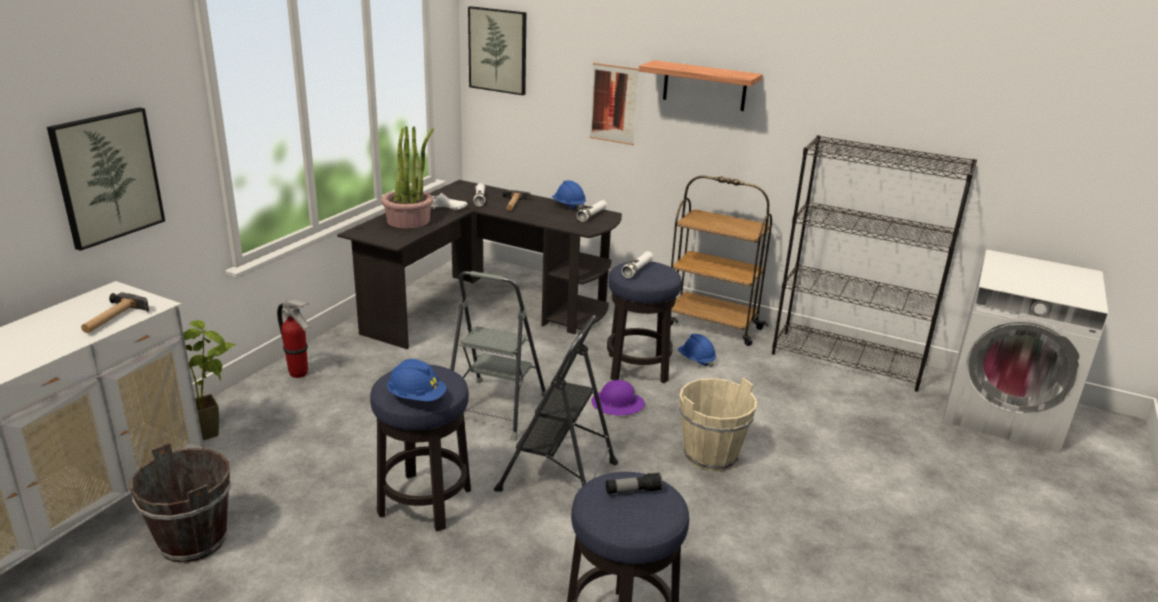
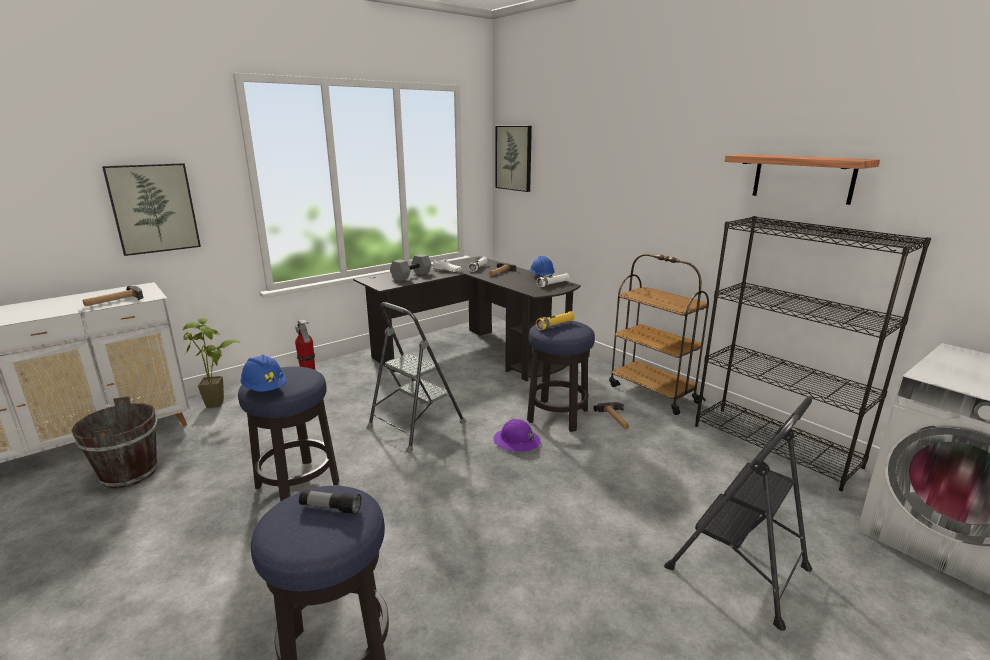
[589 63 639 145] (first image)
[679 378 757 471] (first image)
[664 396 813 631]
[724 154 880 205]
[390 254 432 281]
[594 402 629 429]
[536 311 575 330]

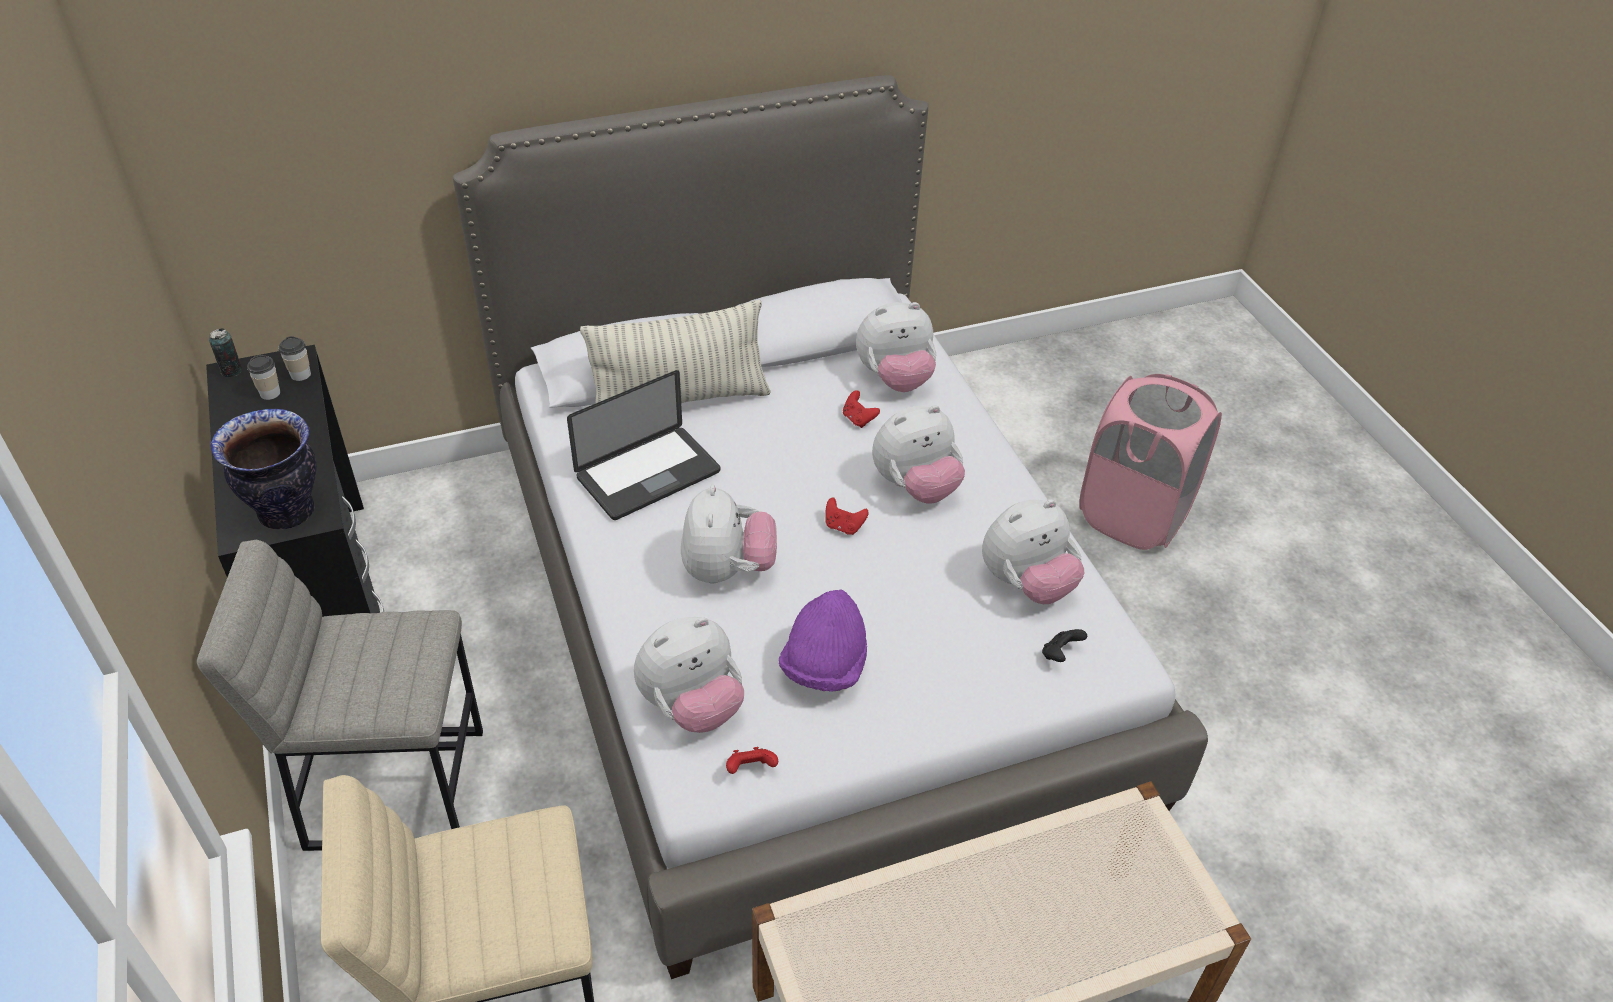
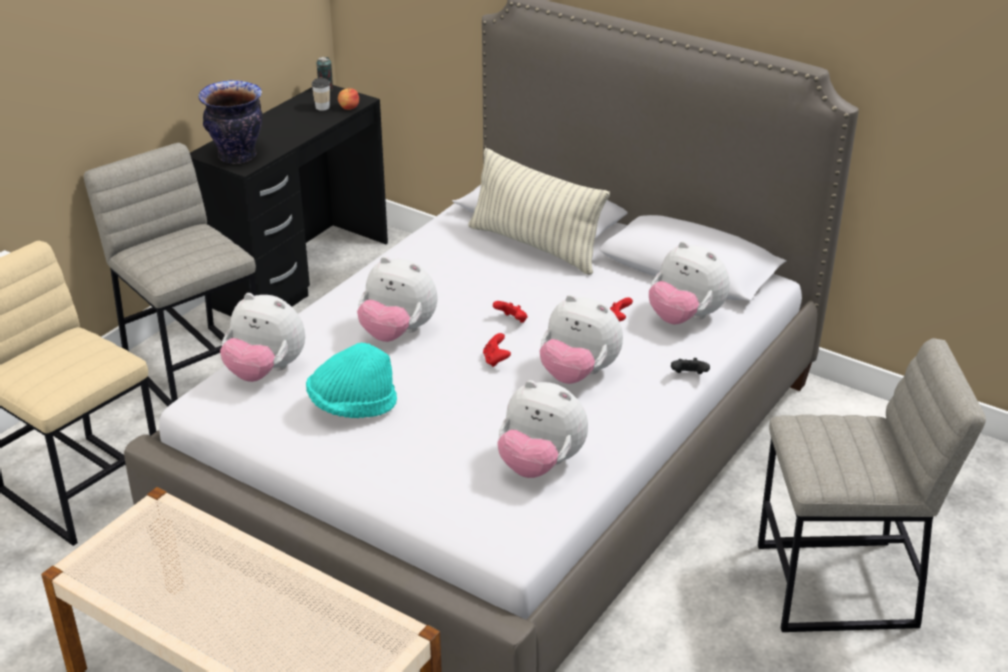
[567 370 721 520] (first image)
[493 301 528 323]
[671 358 710 374]
[338 88 359 110]
[758 338 986 632]
[306 343 397 418]
[357 256 437 342]

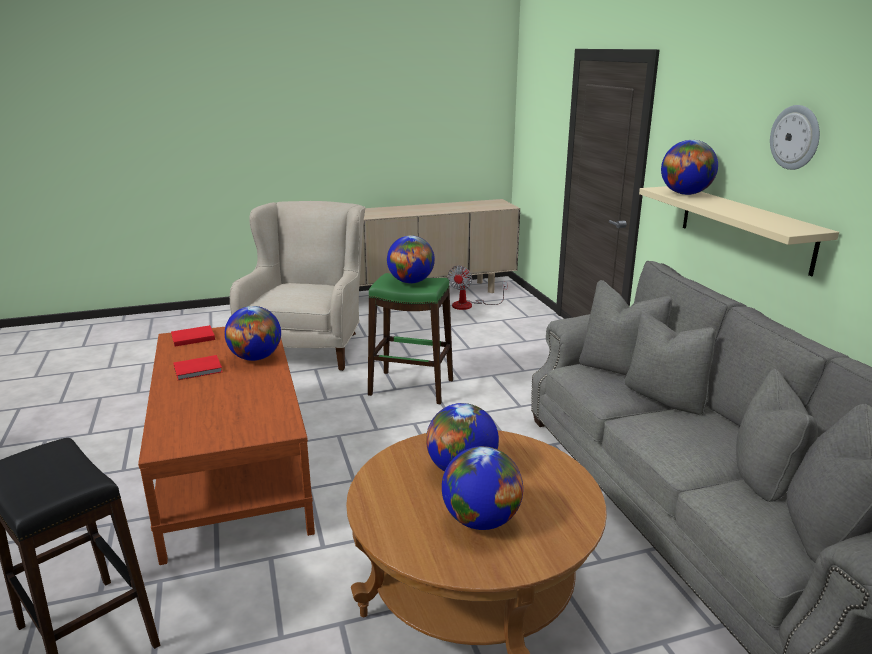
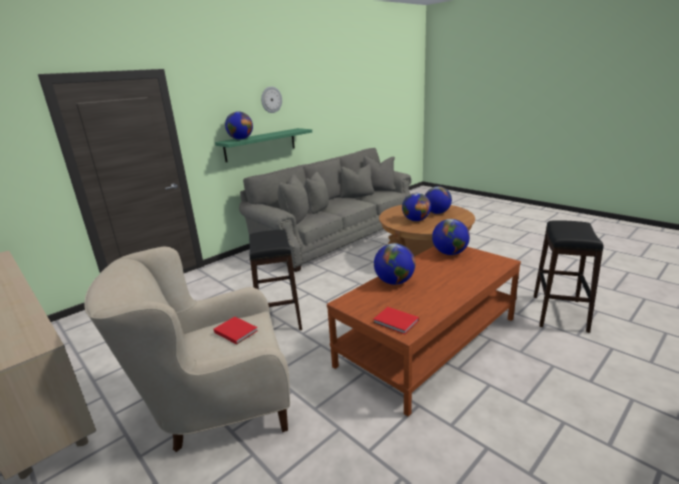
[448 265 508 310] (first image)
[214 317 258 345]
[432 219 470 255]
[249 230 302 330]
[215 128 312 162]

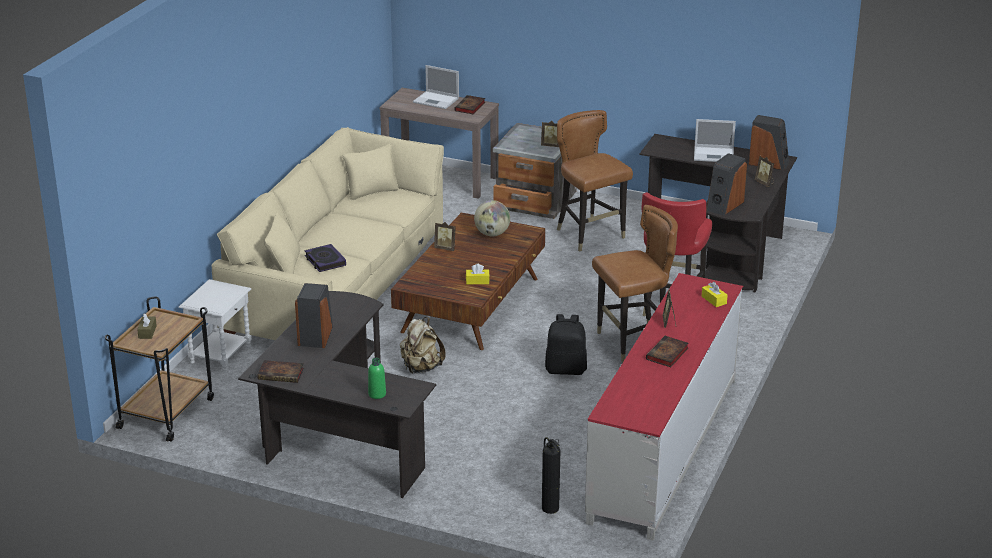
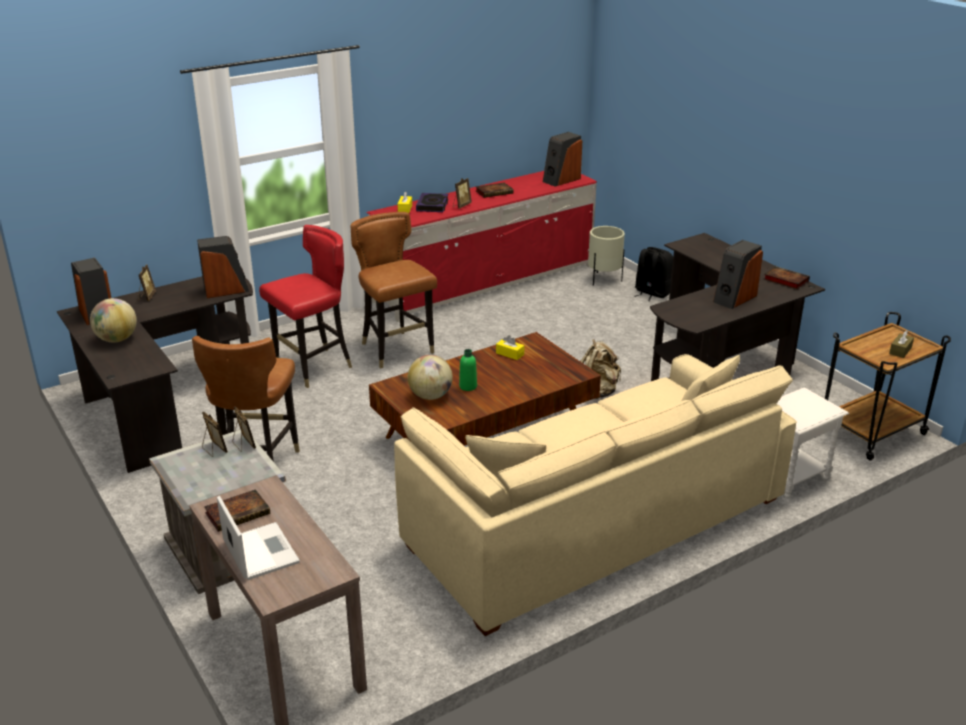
[543 132 582 187]
[416 193 449 212]
[459 349 477 391]
[233 407 256 452]
[634 247 673 301]
[588 226 625 286]
[90 298 137 342]
[350 212 437 368]

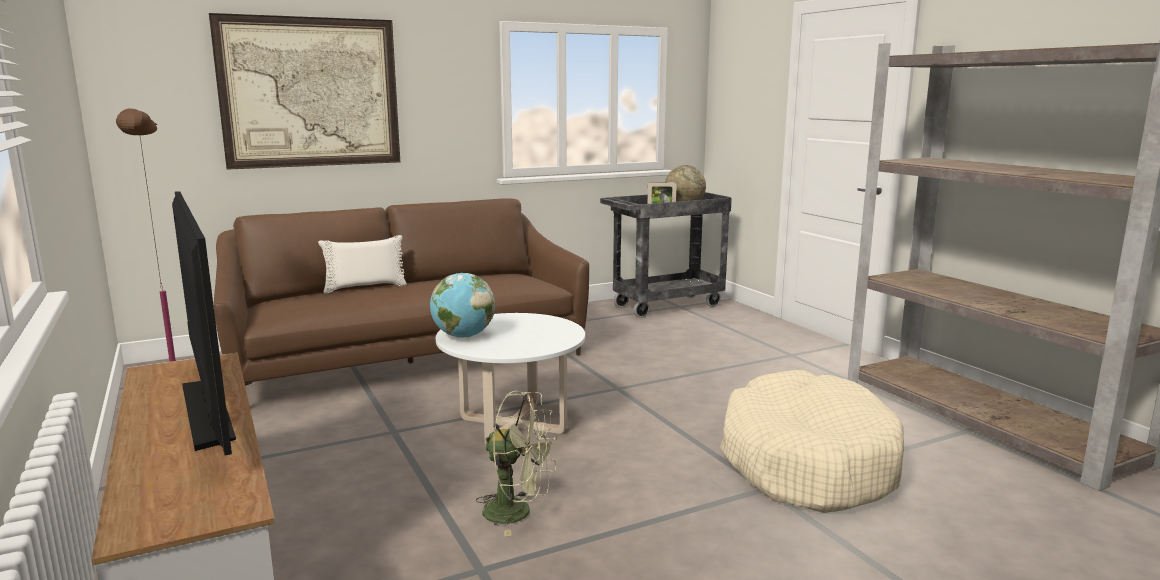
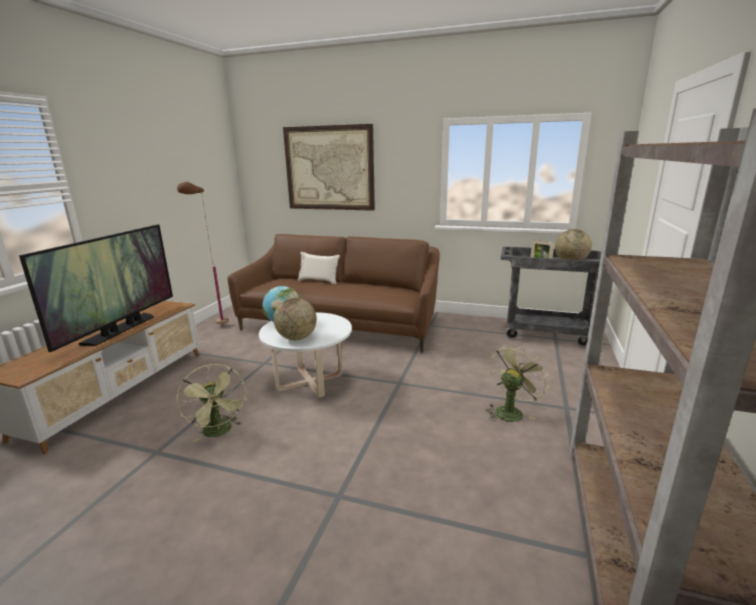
[720 370 904 513] (first image)
[274 298 317 340]
[486 345 549 422]

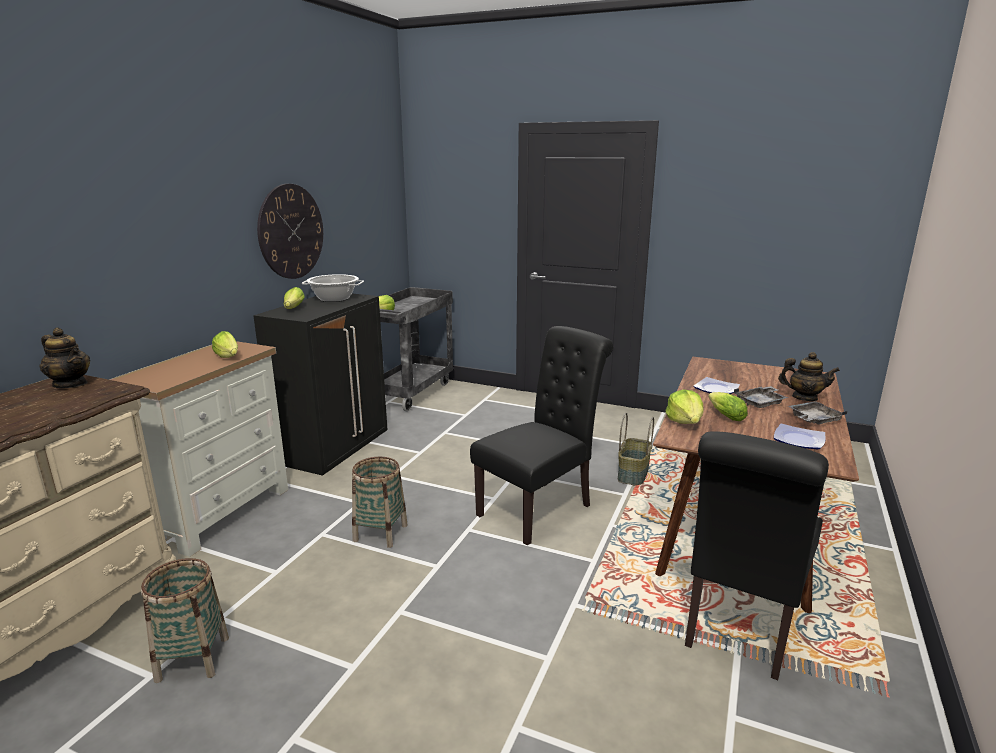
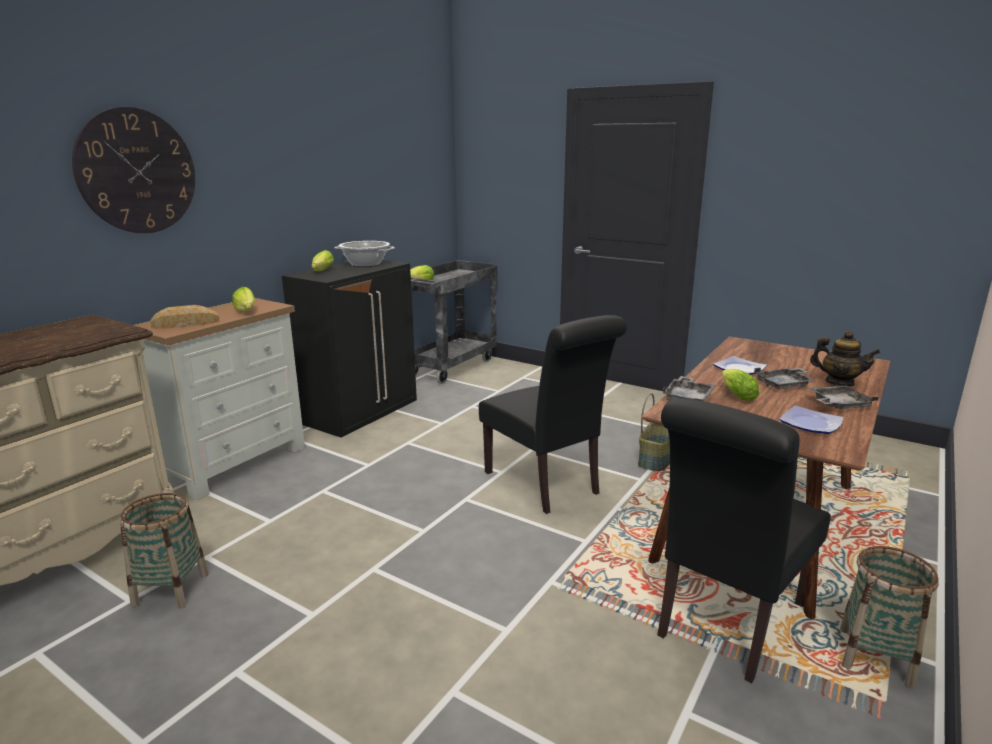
[40 328 90 388] (first image)
[150 305 220 329]
[72 107 195 233]
[840 546 939 688]
[663 376 715 401]
[479 315 627 514]

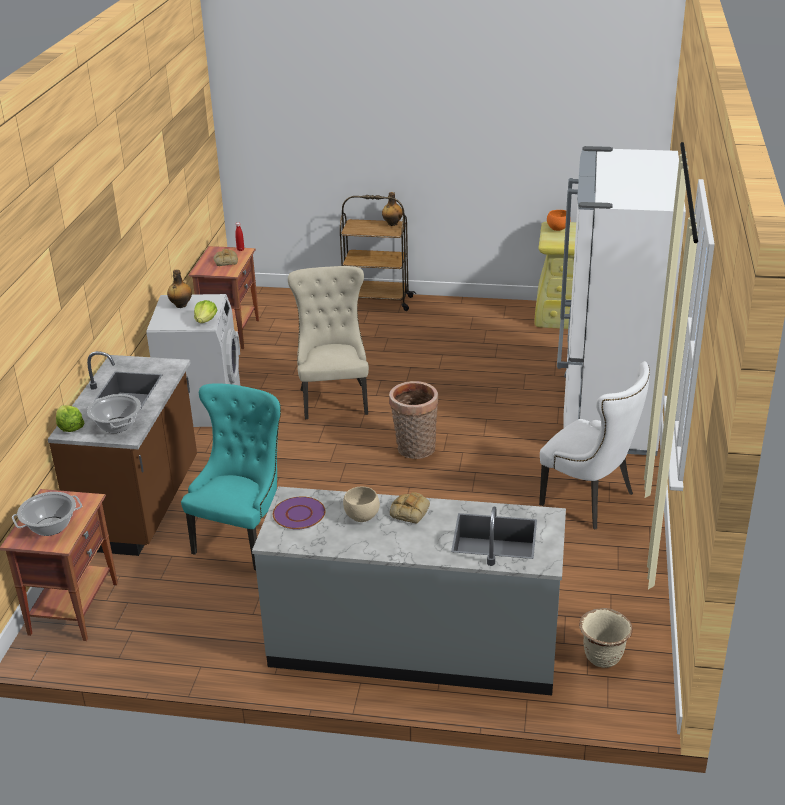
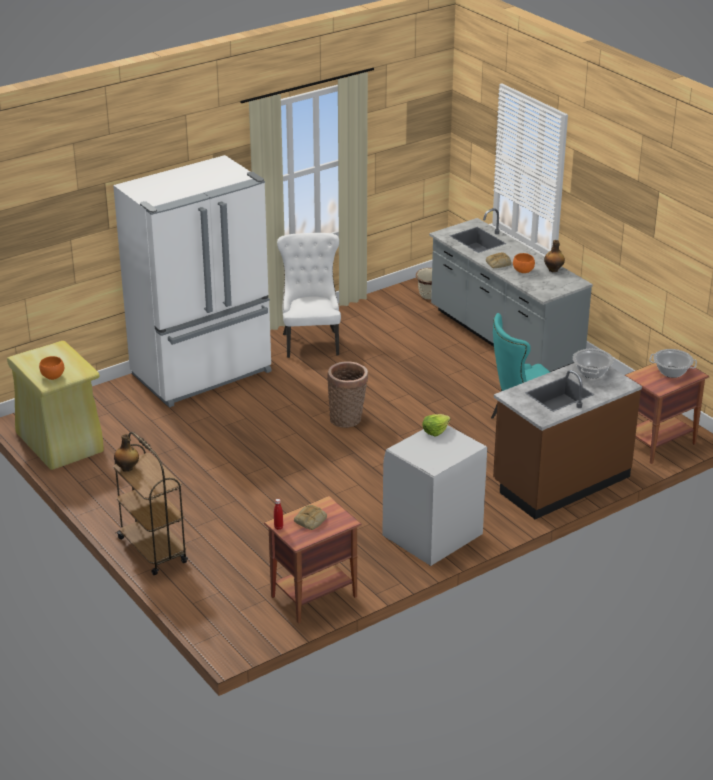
[56 405 84 432] (first image)
[273 496 325 530] (first image)
[288 266 369 419] (first image)
[544 240 565 272]
[513 253 535 273]

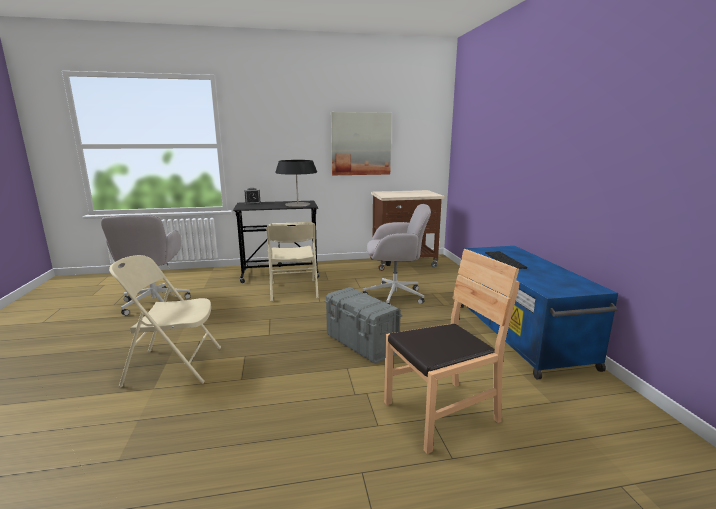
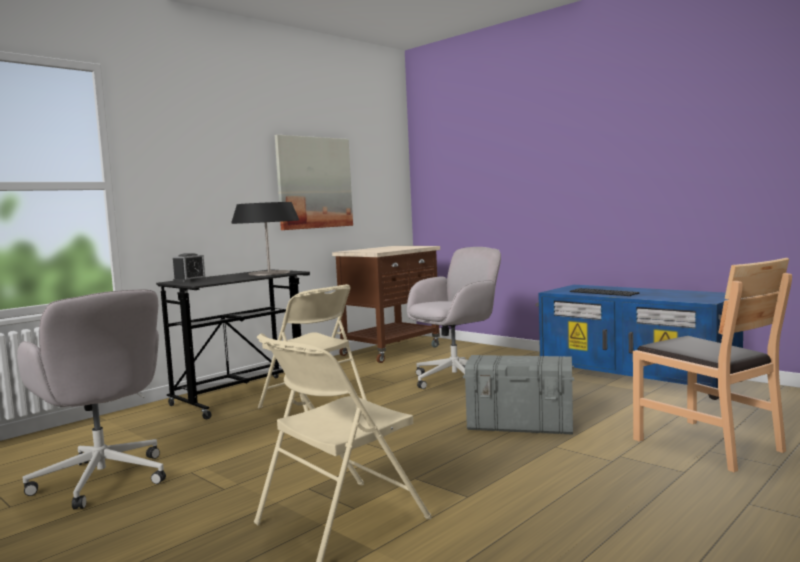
[633 258 792 472]

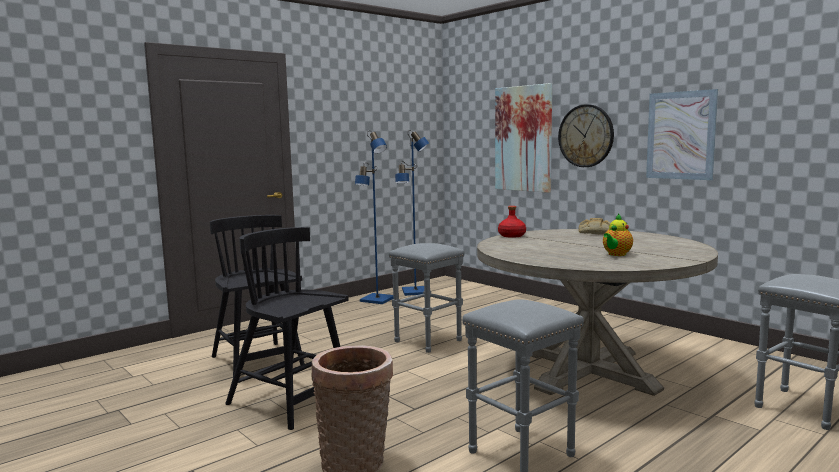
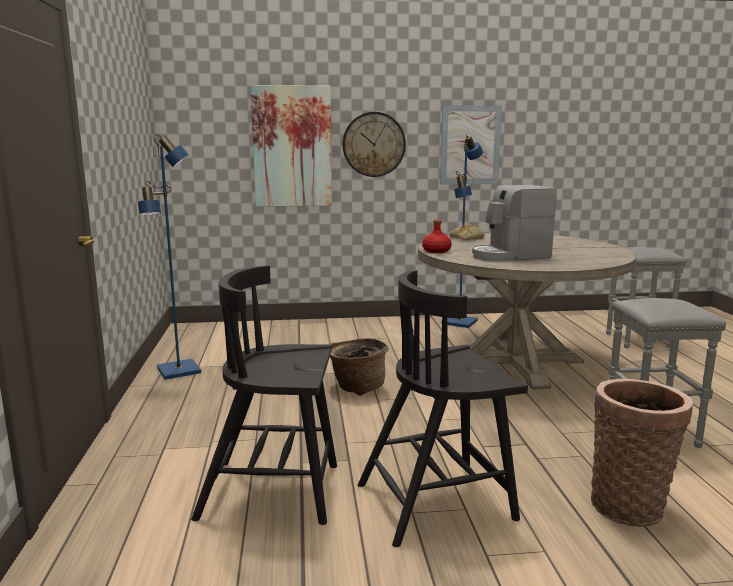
[603 214 633 256] (first image)
[472 185 557 262]
[441 134 483 328]
[330 338 388 396]

